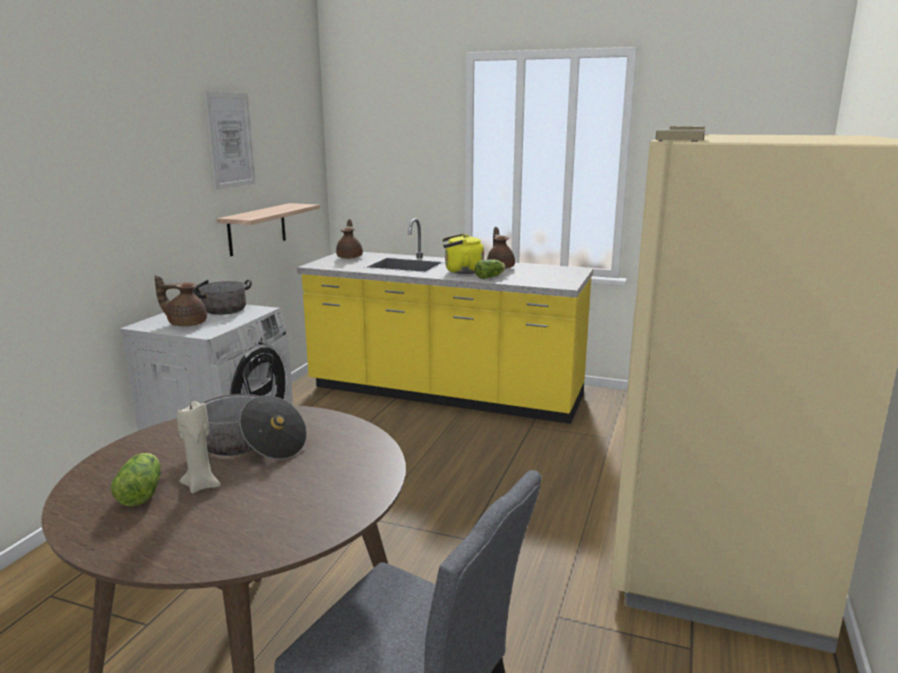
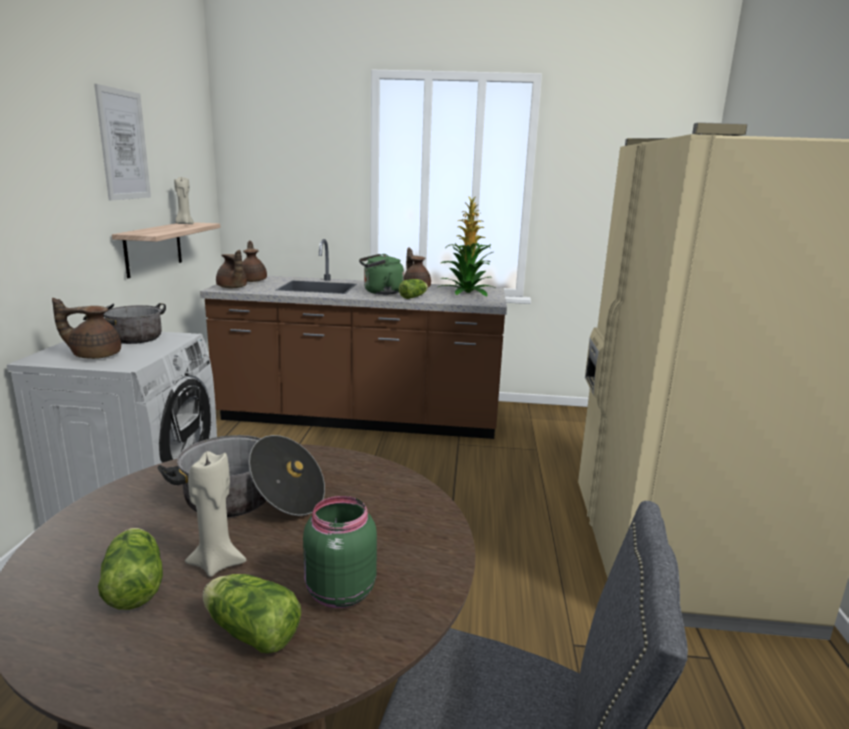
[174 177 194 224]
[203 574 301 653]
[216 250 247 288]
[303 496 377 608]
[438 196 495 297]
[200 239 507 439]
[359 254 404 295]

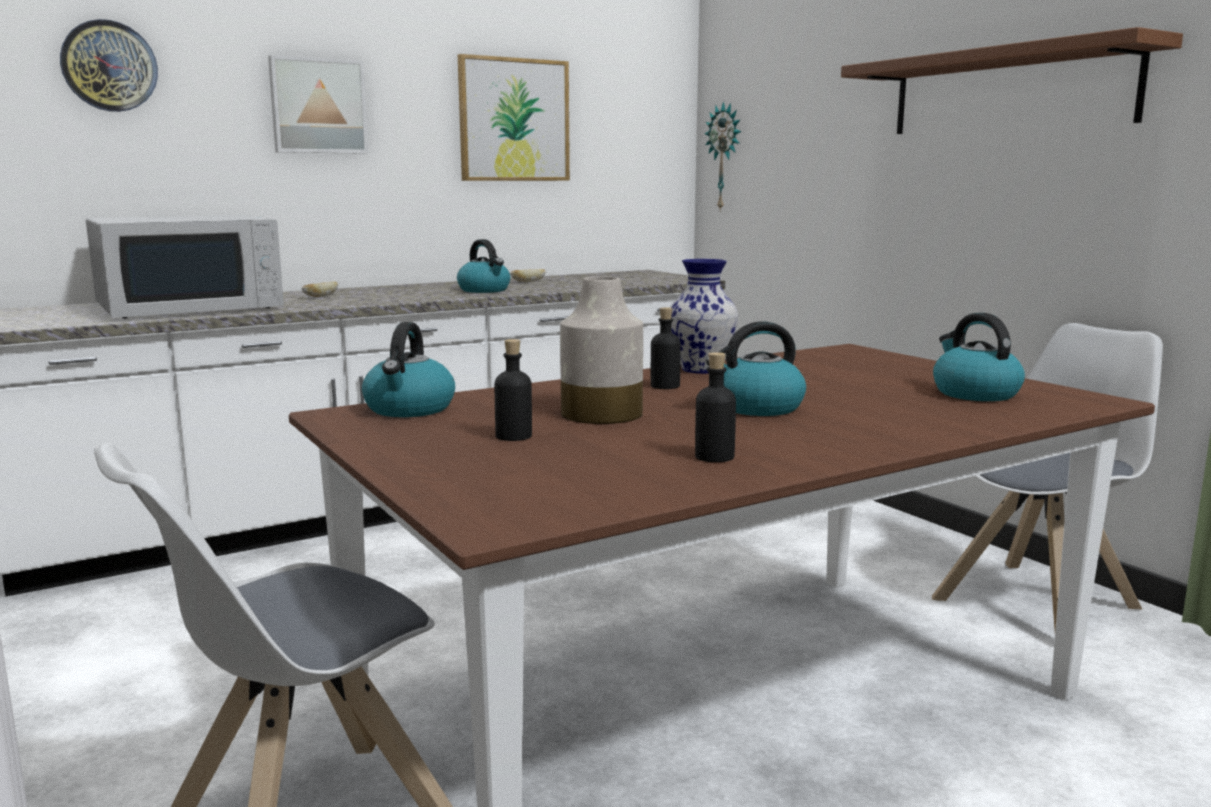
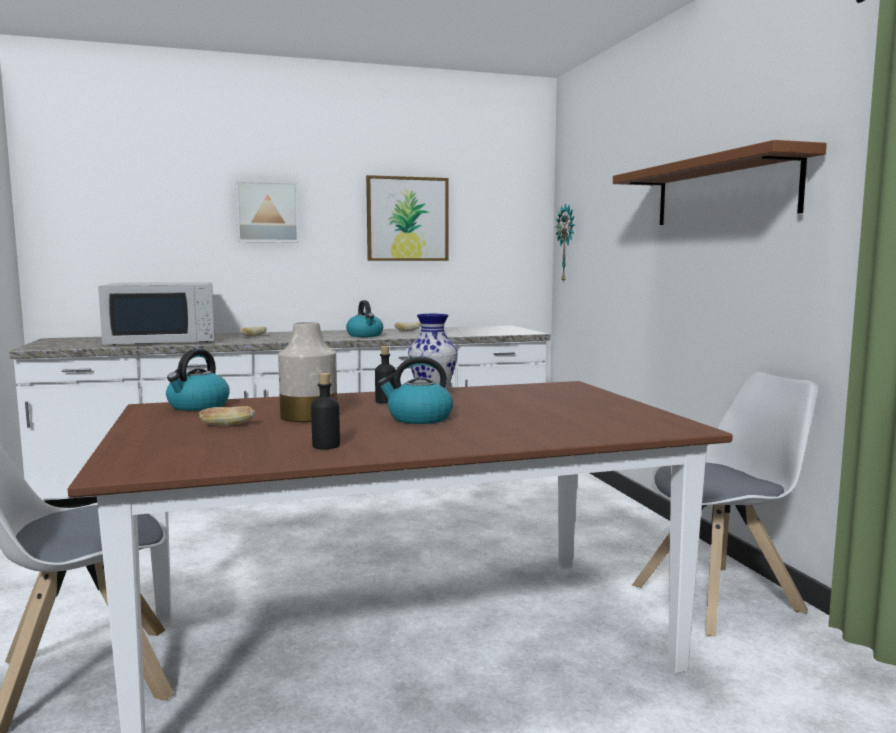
[60 19 158 112] (first image)
[933 313 1025 401] (first image)
[199 406 255 426]

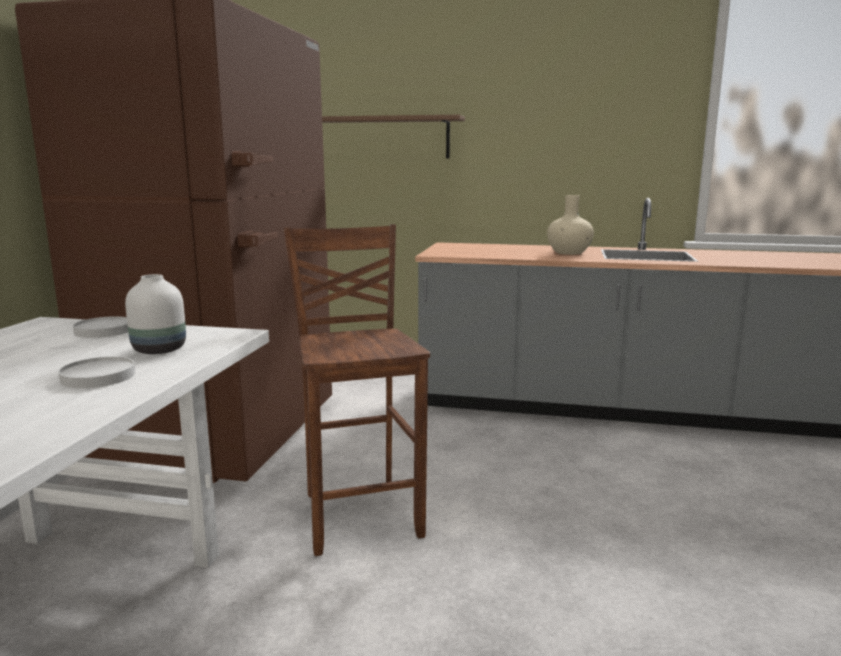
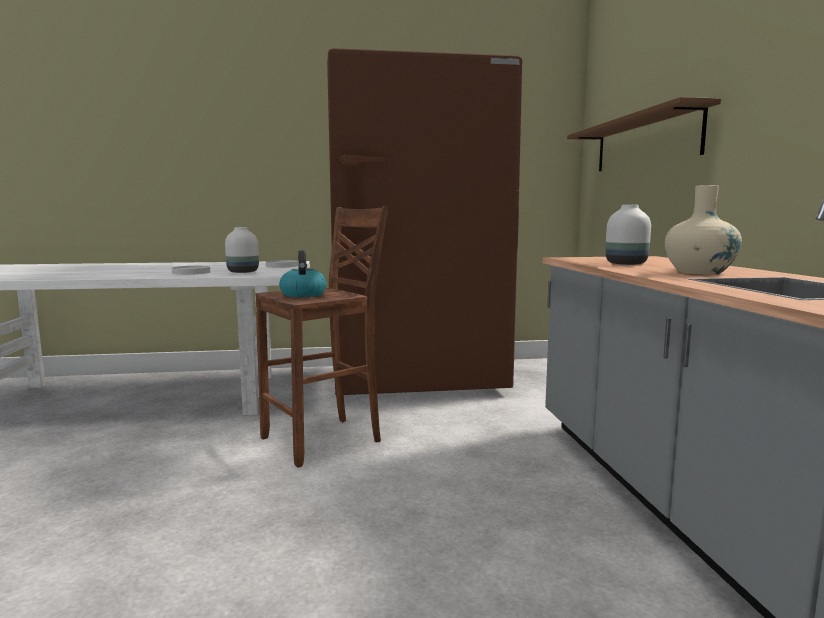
[279 250 327 297]
[605 205 651 265]

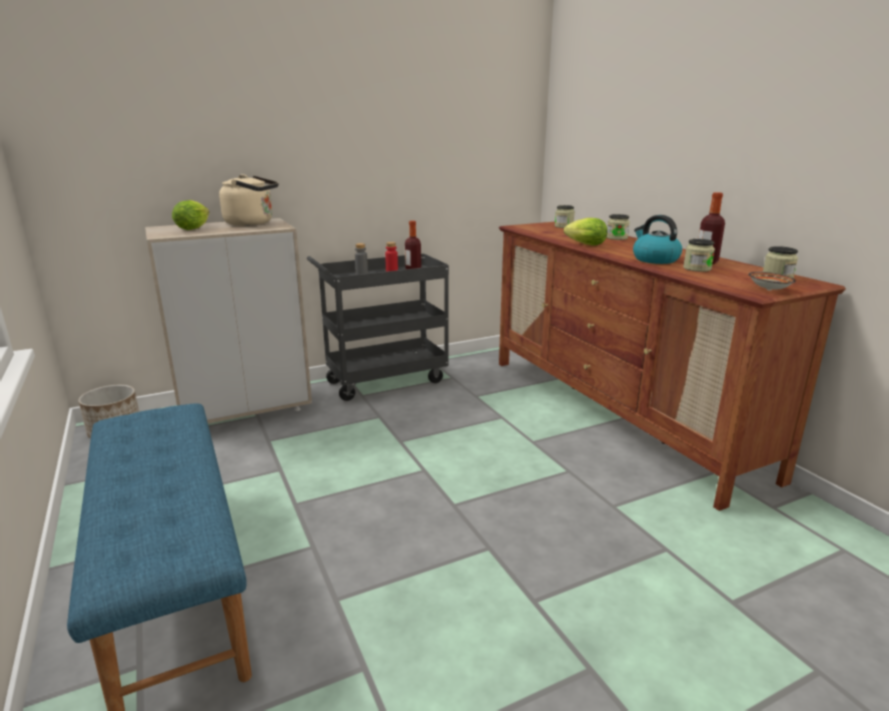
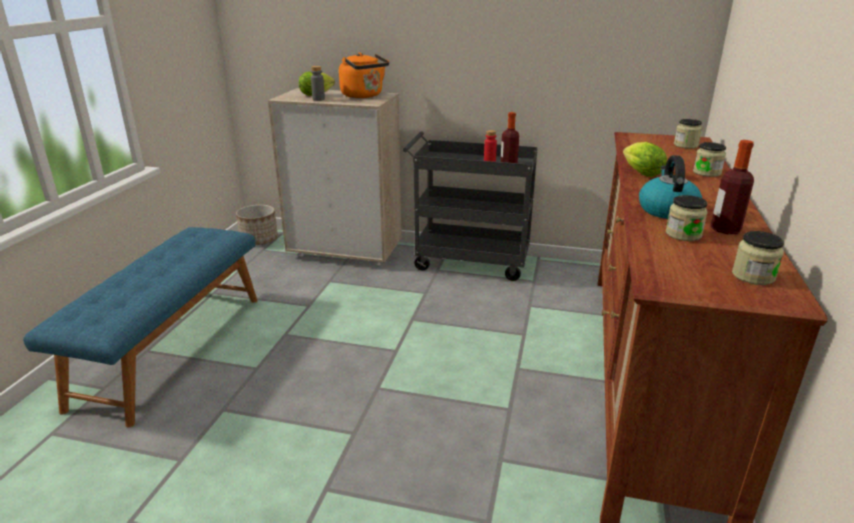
[749 272 796 290] (first image)
[311 66 325 101]
[339 52 389 98]

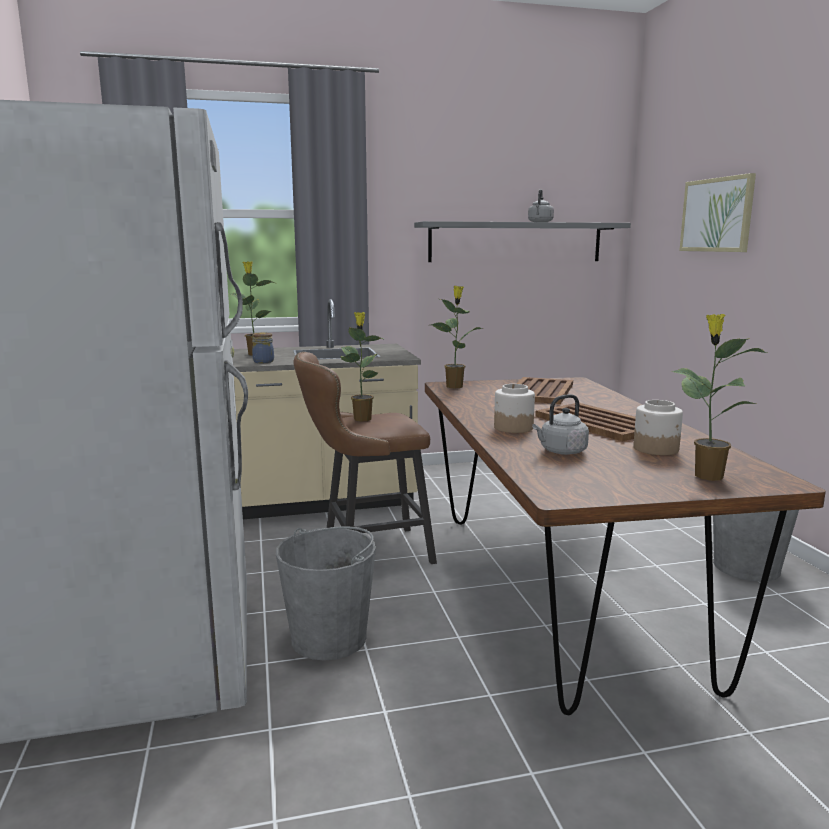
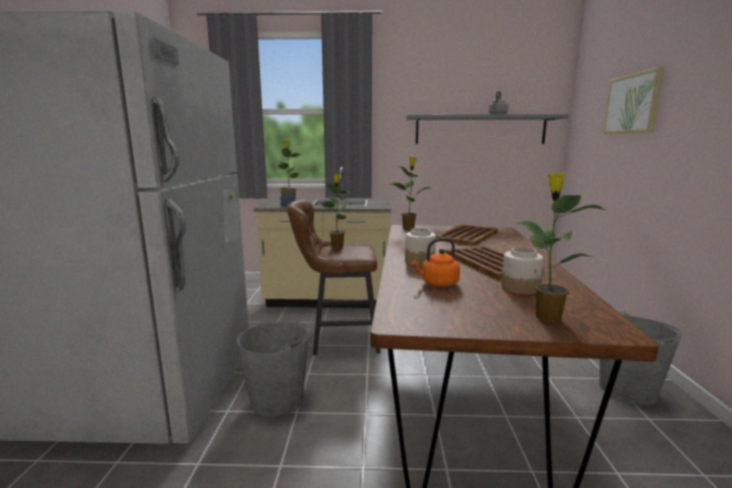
[412 238 460 287]

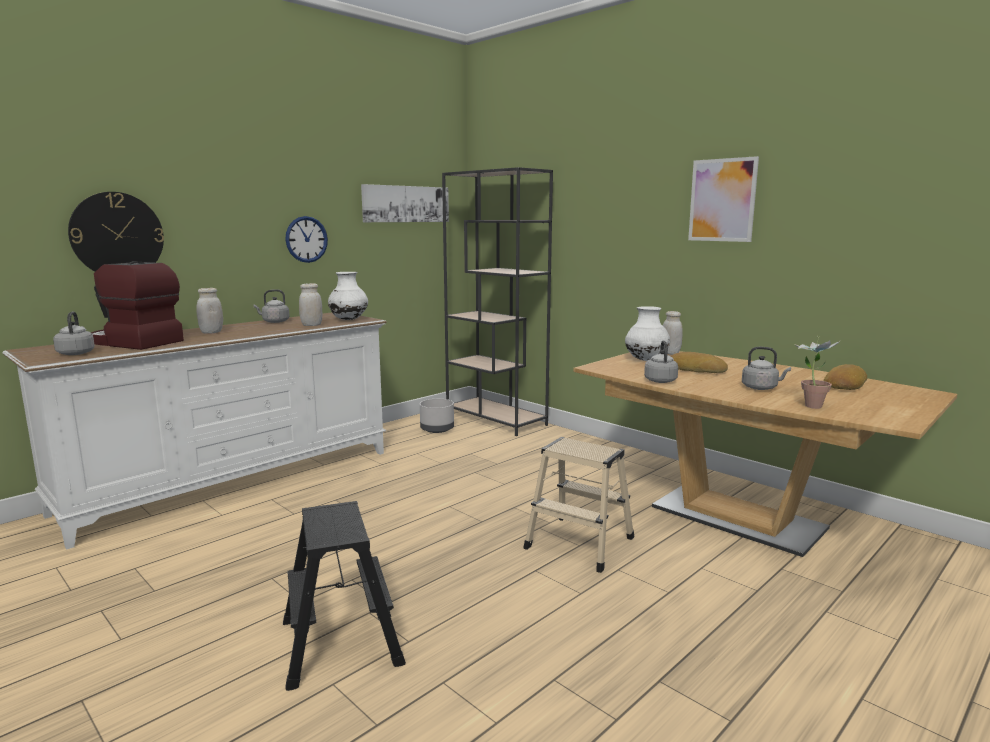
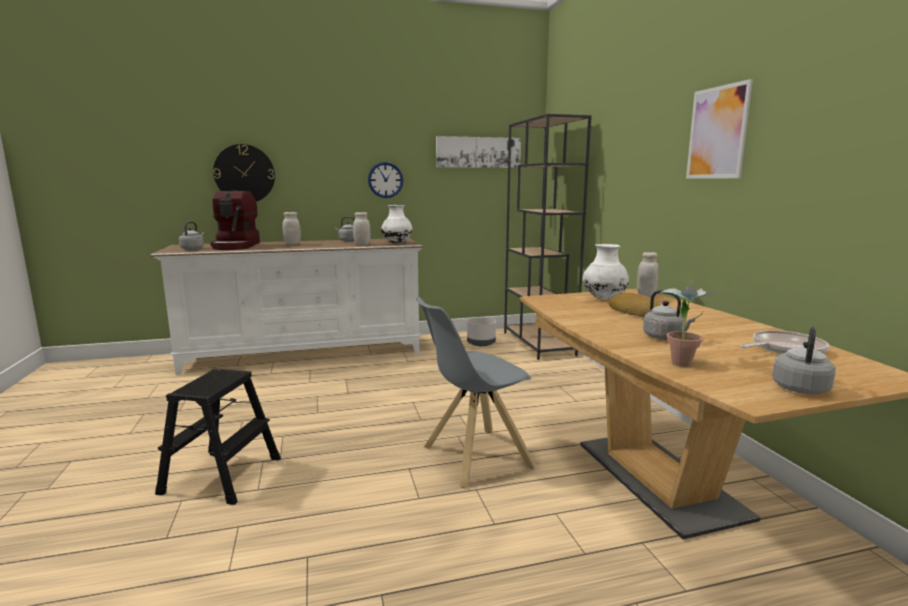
[772 327 836 394]
[416 297 536 488]
[739 330 829 354]
[210 190 260 250]

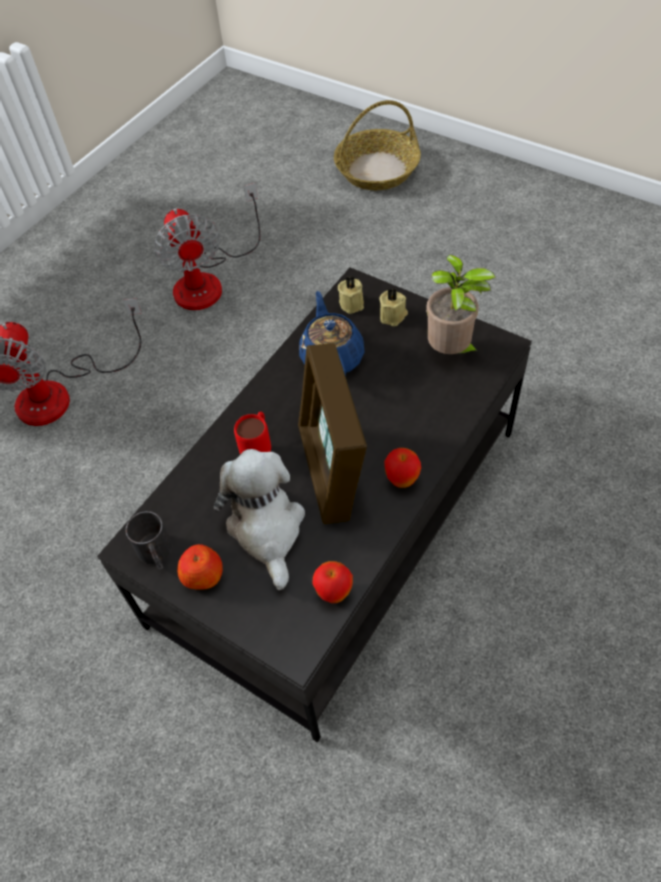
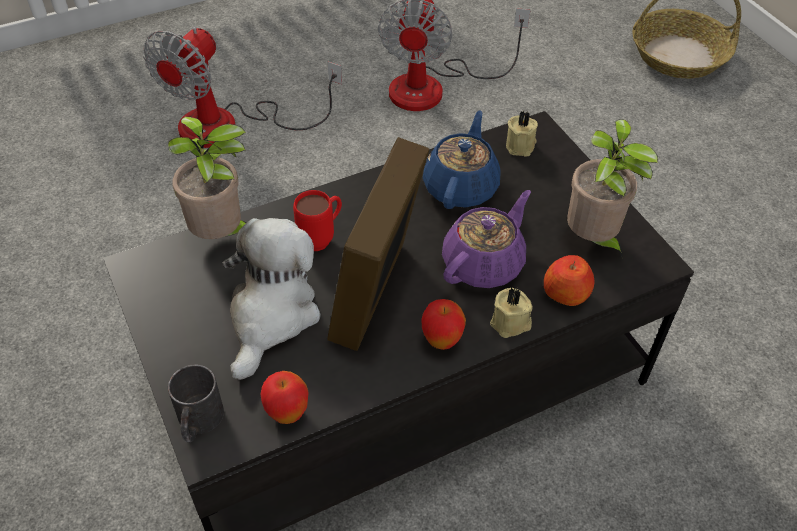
[168 116 246 239]
[442 190 531 288]
[168 364 224 442]
[544 255 595 306]
[490 288 533 338]

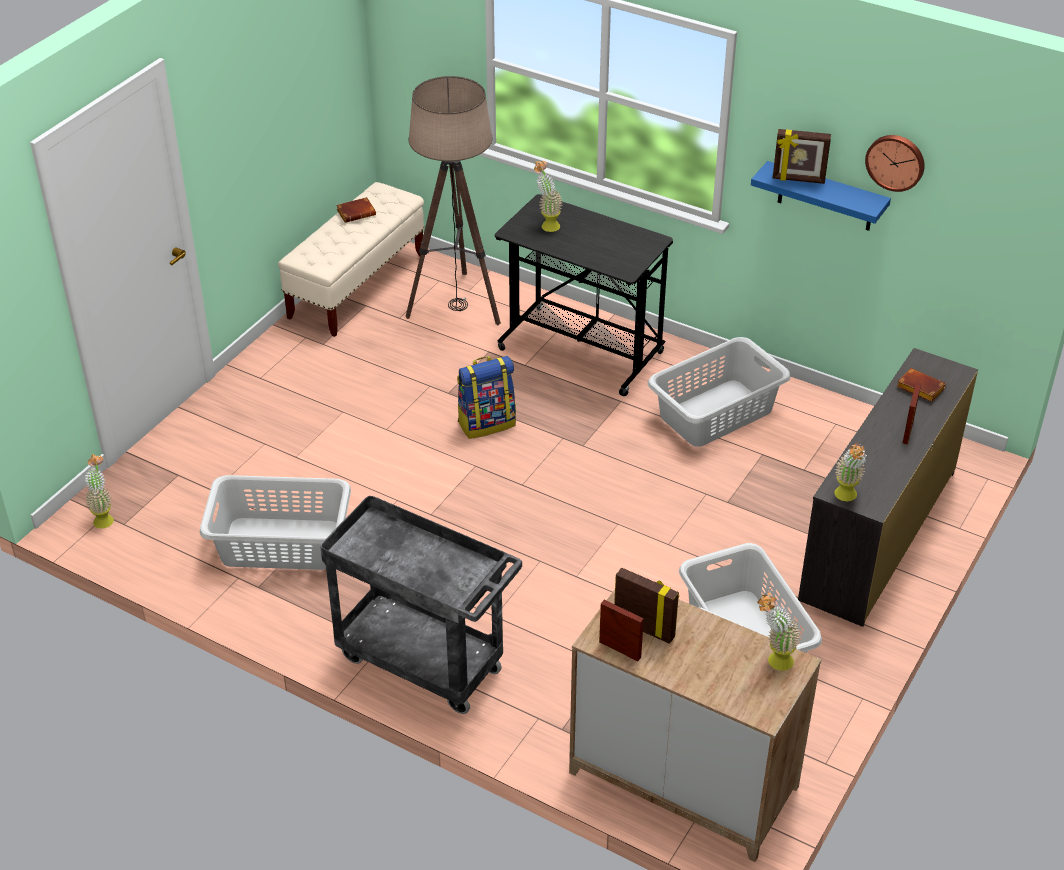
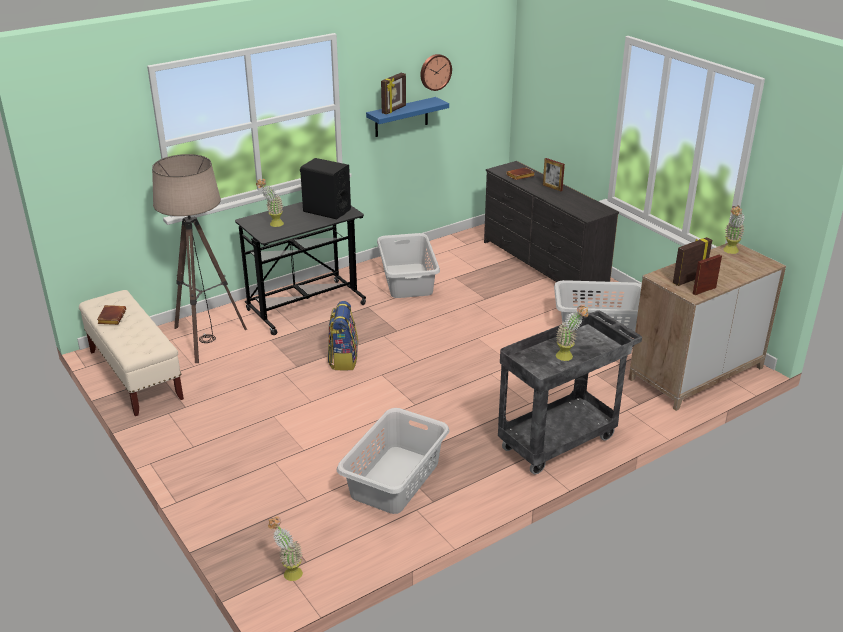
[300 158 351 219]
[556 306 589 361]

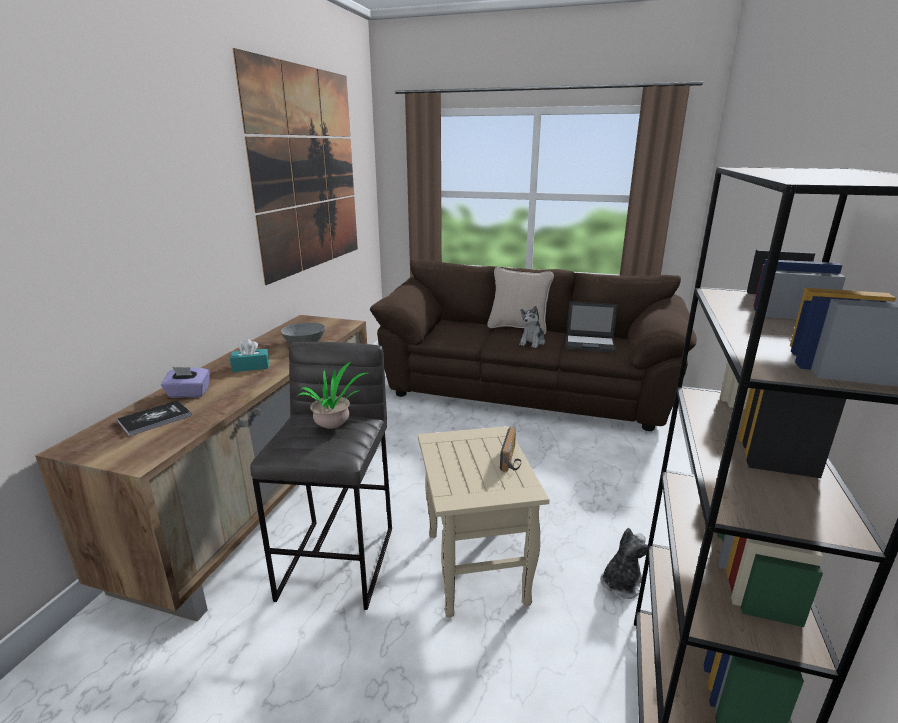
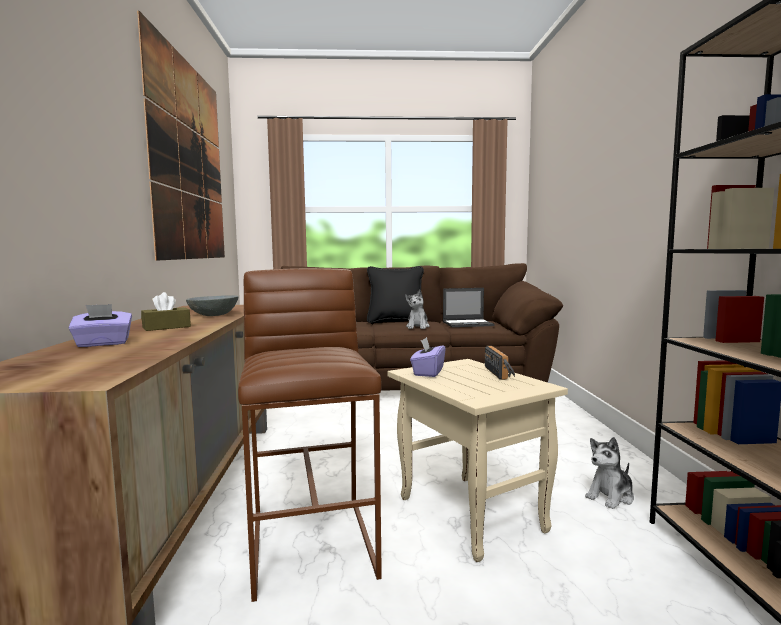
[117 400 192 436] (first image)
[297 361 368 429] (first image)
[410 337 446 377]
[141 292 191 331]
[238 268 382 602]
[367 266 424 323]
[585 437 634 509]

